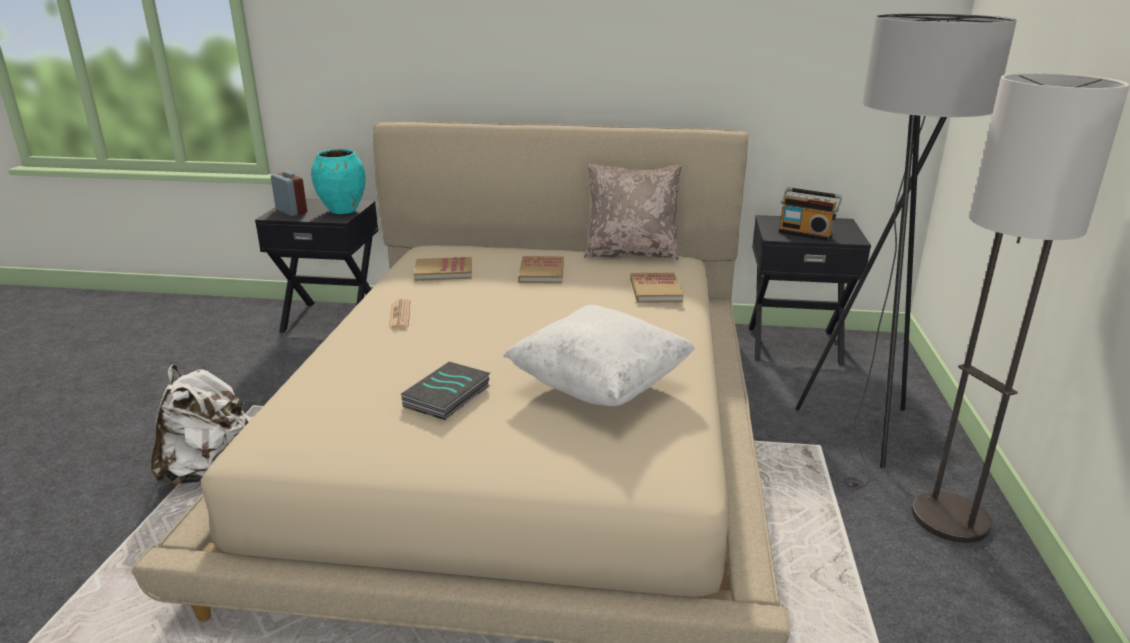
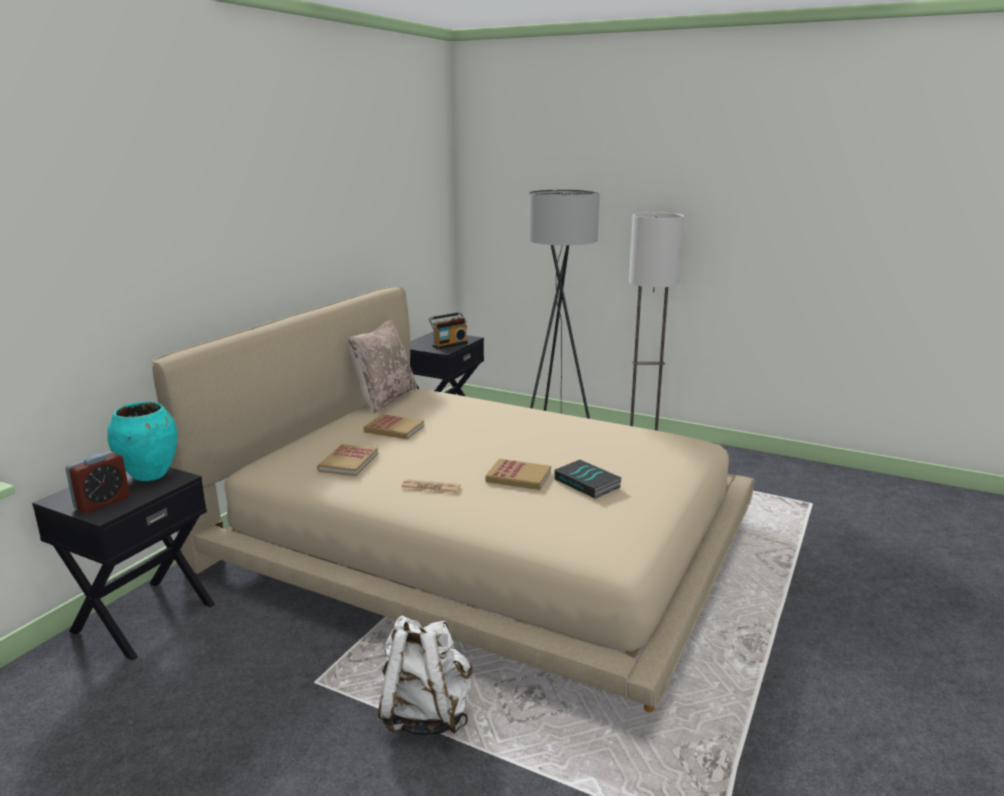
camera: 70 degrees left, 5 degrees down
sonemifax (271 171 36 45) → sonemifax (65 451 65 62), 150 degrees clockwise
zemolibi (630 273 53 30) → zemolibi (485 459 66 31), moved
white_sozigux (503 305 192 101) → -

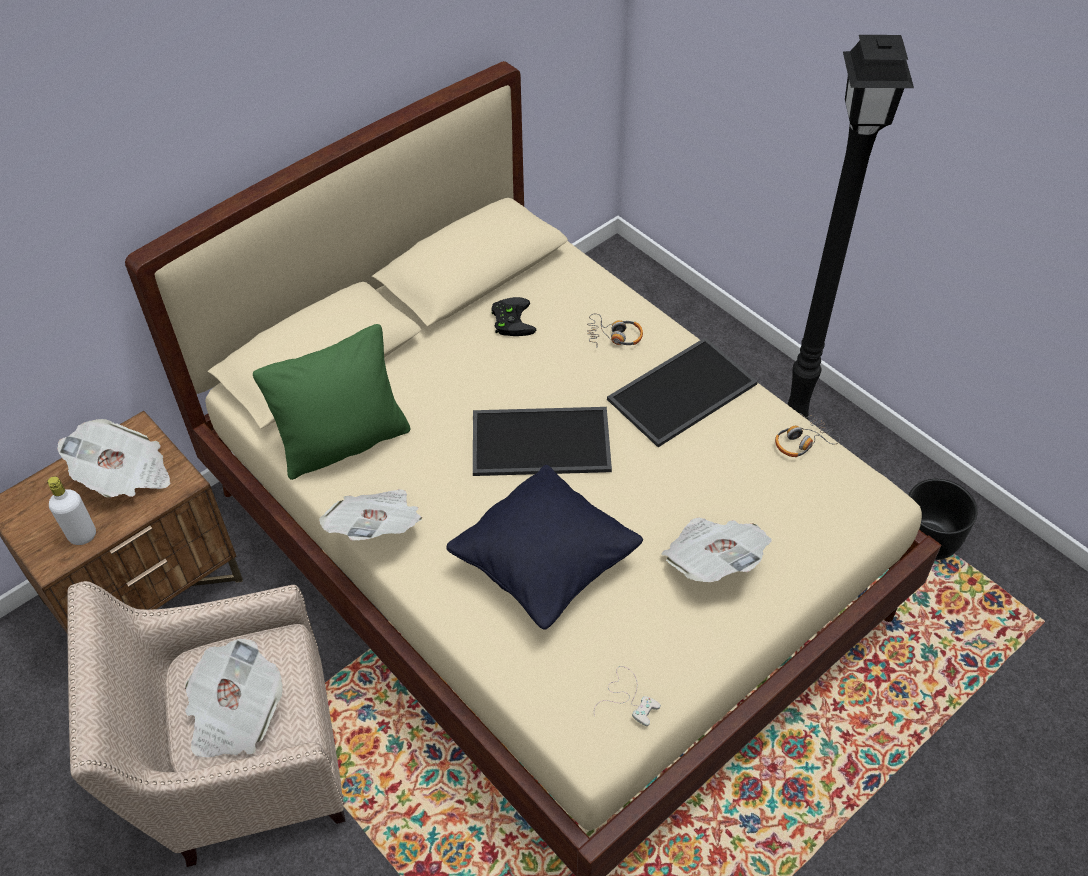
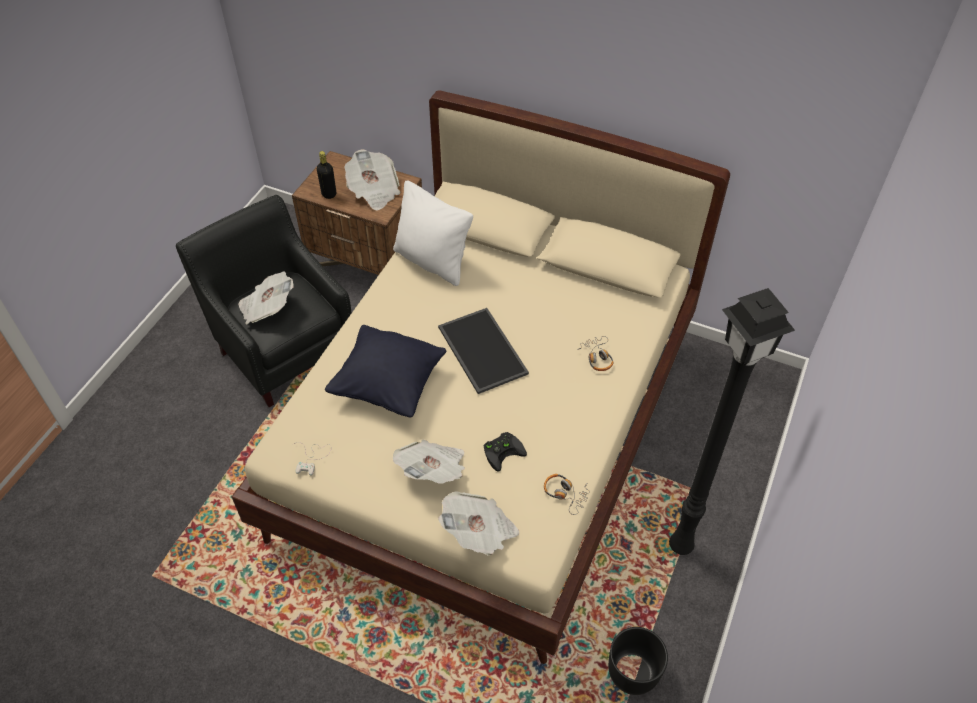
camera: 65 degrees right, 0 degrees up
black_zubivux (491 297 45 39) → black_zubivux (484 432 43 40), moved
green_sozigux (253 324 157 156) → white_sozigux (393 181 80 105)
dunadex (607 337 151 110) → -
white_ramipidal (47 476 49 69) → black_ramipidal (317 151 19 48)
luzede (319 489 103 52) → luzede (438 491 81 64), moved
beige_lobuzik (67 581 278 286) → black_lobuzik (176 195 176 212)

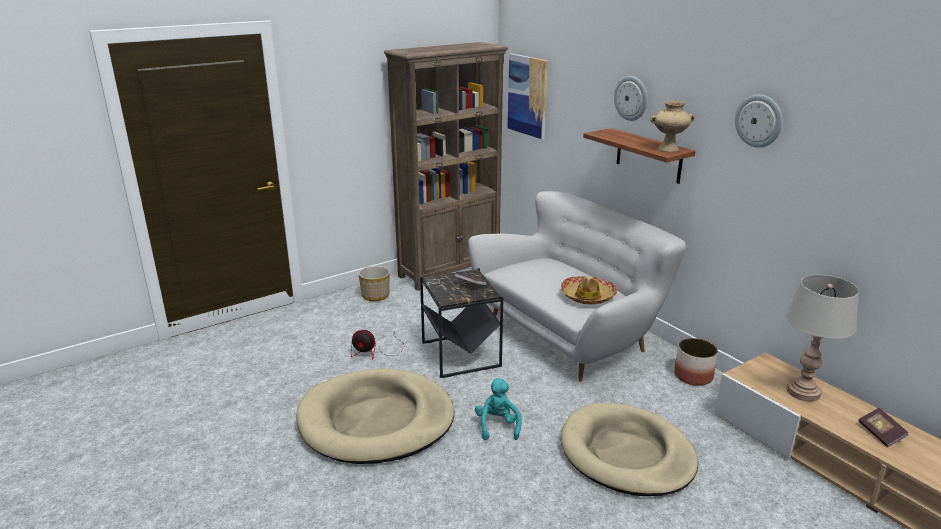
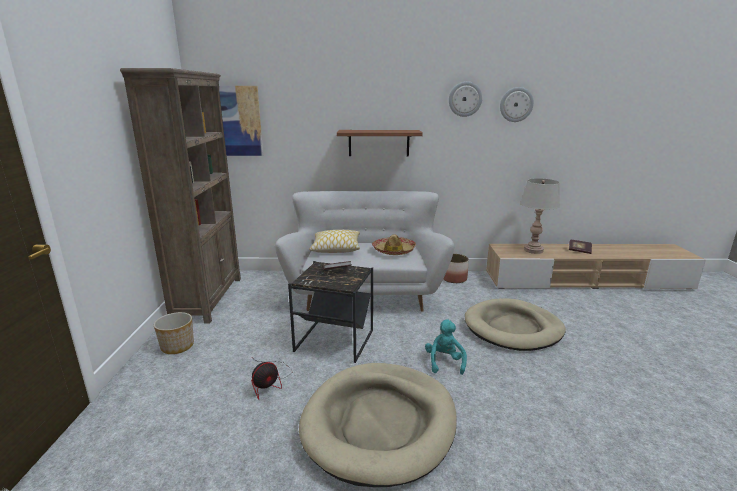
camera: 55 degrees left, 5 degrees down
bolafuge (614 76 33 45) → bolafuge (500 87 34 35), moved
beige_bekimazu (650 101 45 51) → -
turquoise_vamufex (475 378 47 62) → turquoise_vamufex (425 319 42 56), 60 degrees clockwise
- → sozigux (309 230 51 23)

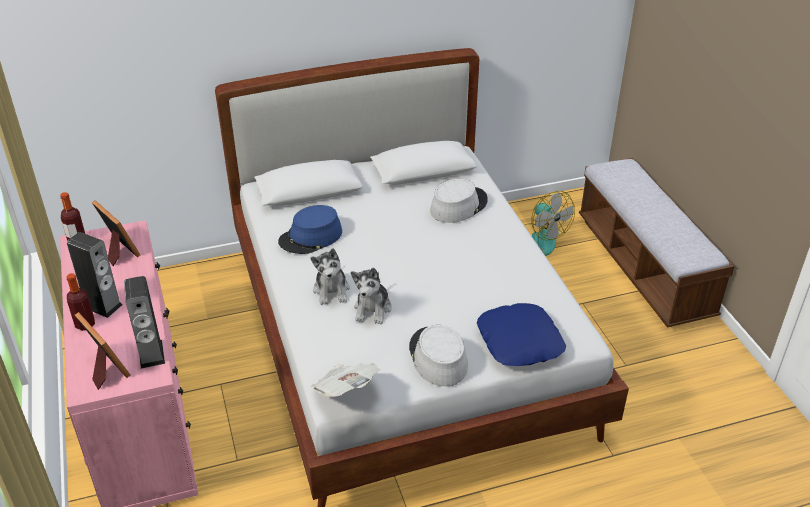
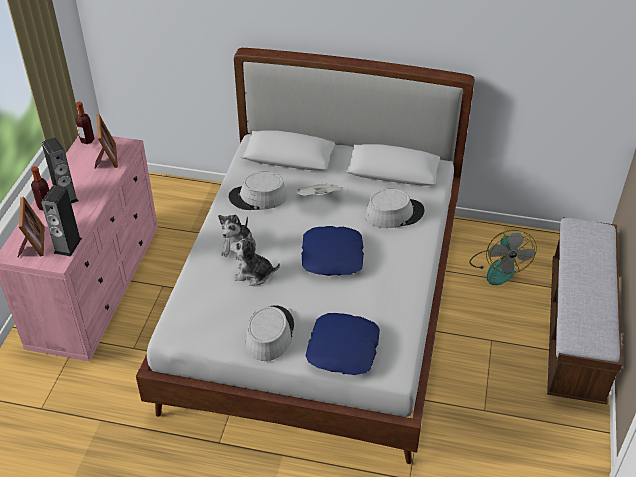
camera: 30 degrees right, 5 degrees up
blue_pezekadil (278 205 64 49) → grey_pezekadil (228 172 60 38)
vamufex (351 267 41 57) → vamufex (230 231 50 55), 60 degrees clockwise
luzede (311 364 69 33) → luzede (296 182 46 14), moved
- → blue_sozigux (301 226 63 50)

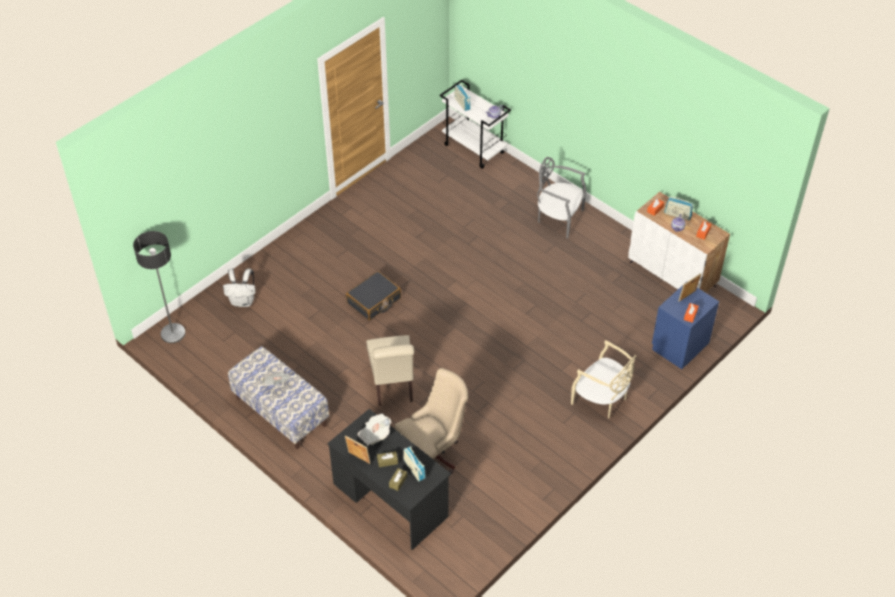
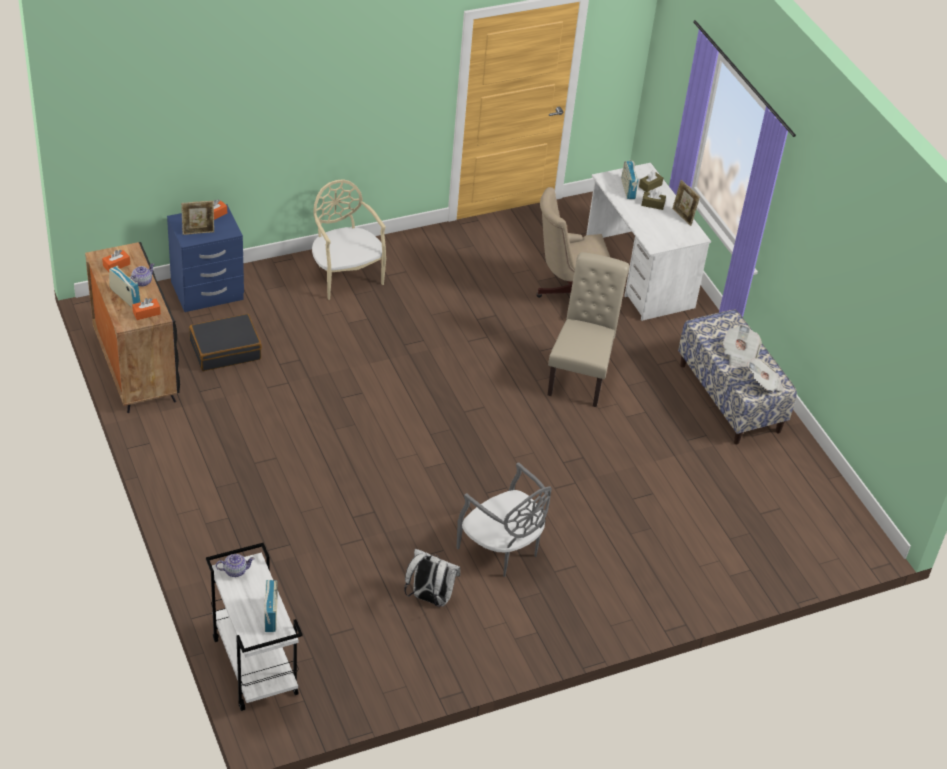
camera: 160 degrees left, 5 degrees down
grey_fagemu (537 157 49 81) → grey_fagemu (456 462 96 115), moved
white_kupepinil (628 192 102 101) → black_kupepinil (85 242 95 171)
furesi (133 231 53 112) → -
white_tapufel (223 269 33 38) → white_tapufel (404 549 56 58), moved
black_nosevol (346 271 55 49) → black_nosevol (189 314 73 57), moved
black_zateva (327 409 124 141) → white_zateva (586 163 125 158)
luzede (358 413 33 33) → luzede (747 358 38 34), moved

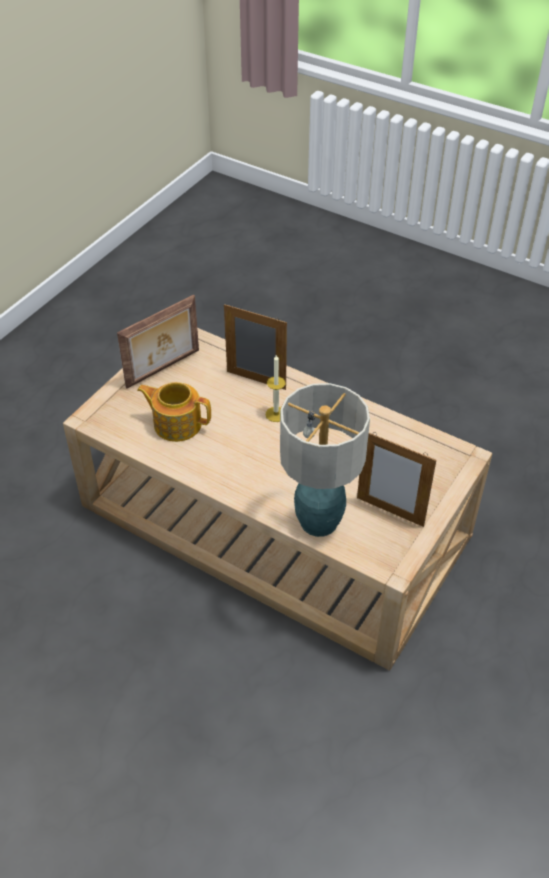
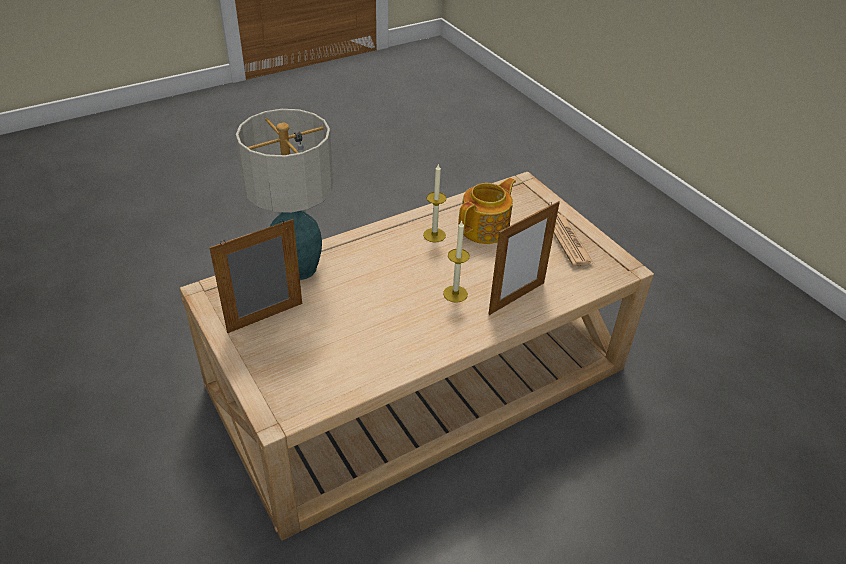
camera: 115 degrees right, 5 degrees down
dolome (117 294 82 95) → luzede (554 214 40 52)
- → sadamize (423 163 24 80)

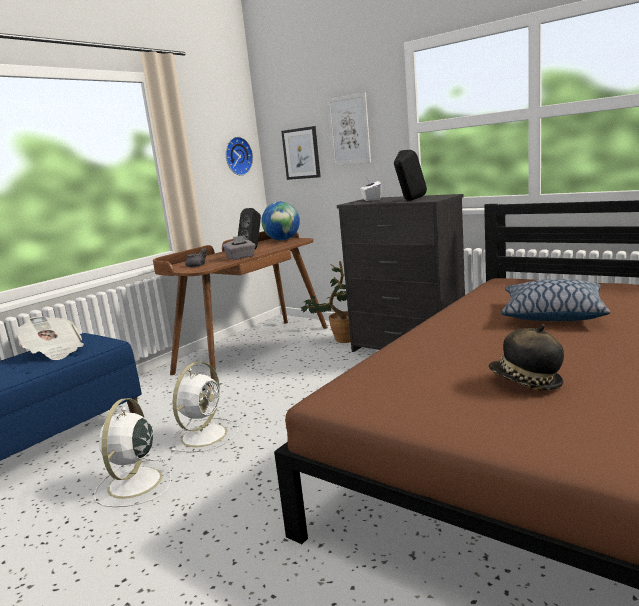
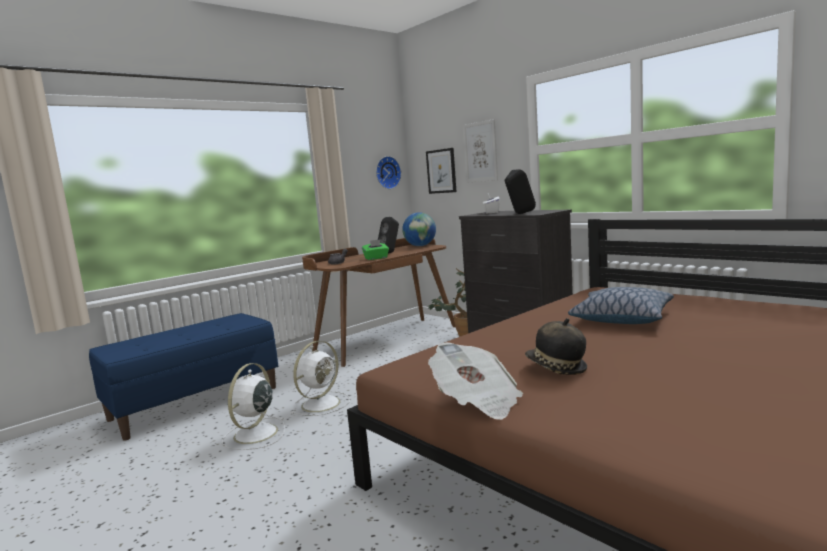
camera: 10 degrees right, 5 degrees down
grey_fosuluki (223 235 33 25) → green_fosuluki (362 239 27 21)
luzede (17 316 67 44) → luzede (428 342 95 78), moved

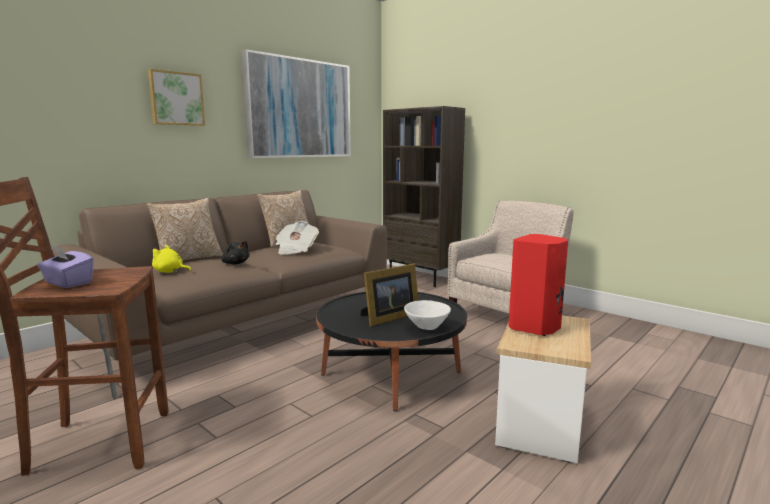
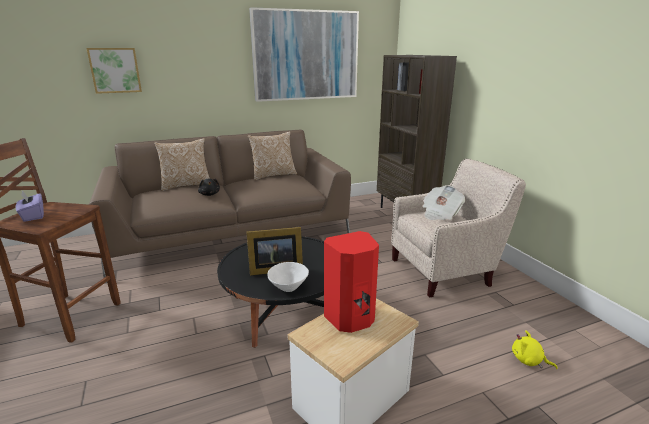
camera: 25 degrees right, 10 degrees up
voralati (148 69 57 57) → voralati (86 48 56 46), moved
luzede (276 221 43 34) → luzede (422 185 43 35), moved
yellow_vamufex (152 245 39 28) → yellow_vamufex (512 330 46 39), moved

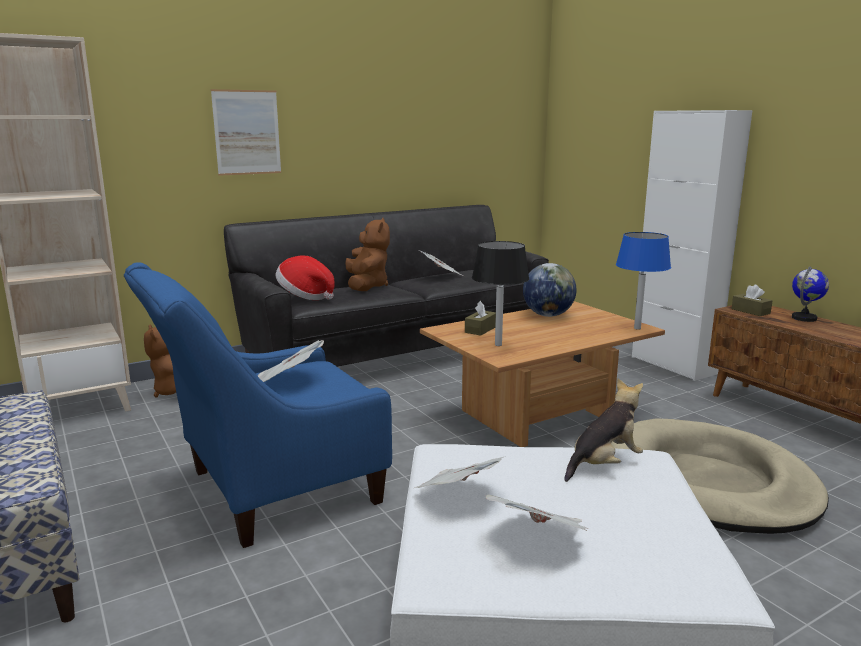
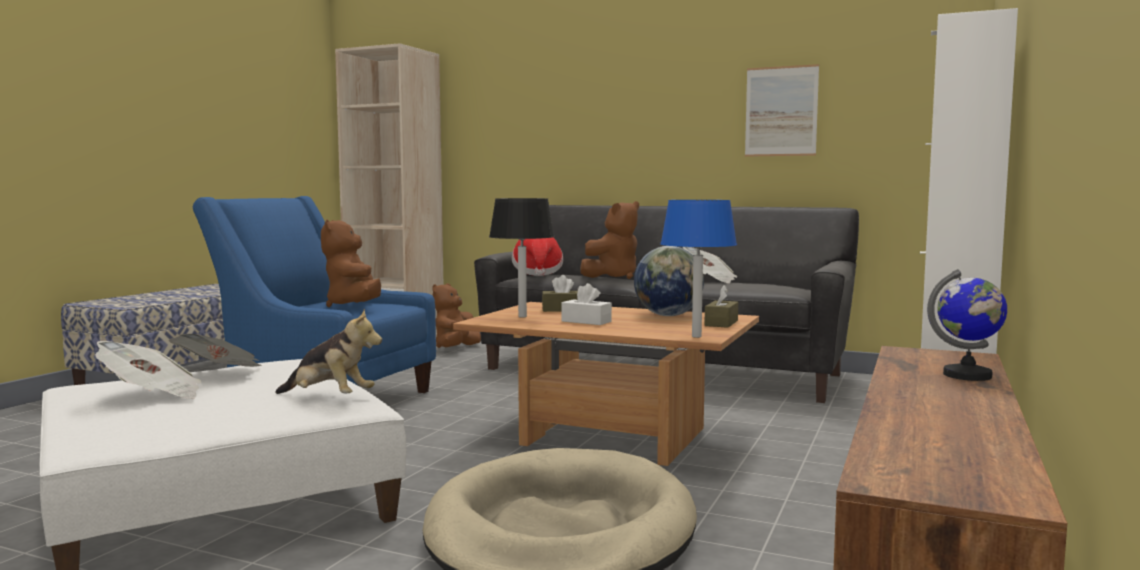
camera: 55 degrees right, 10 degrees down
voralati (211 89 70 87) → voralati (745 64 74 93), moved
brown_fosuluki (731 284 42 32) → brown_fosuluki (704 285 34 43), moved
luzede (258 340 66 42) → brown_vamufex (321 219 60 88)
- → white_fosuluki (561 283 51 42)

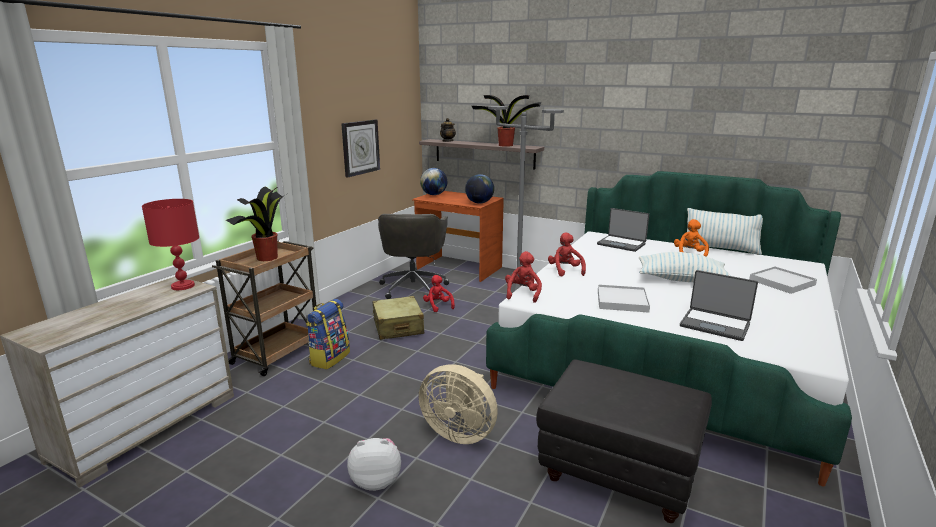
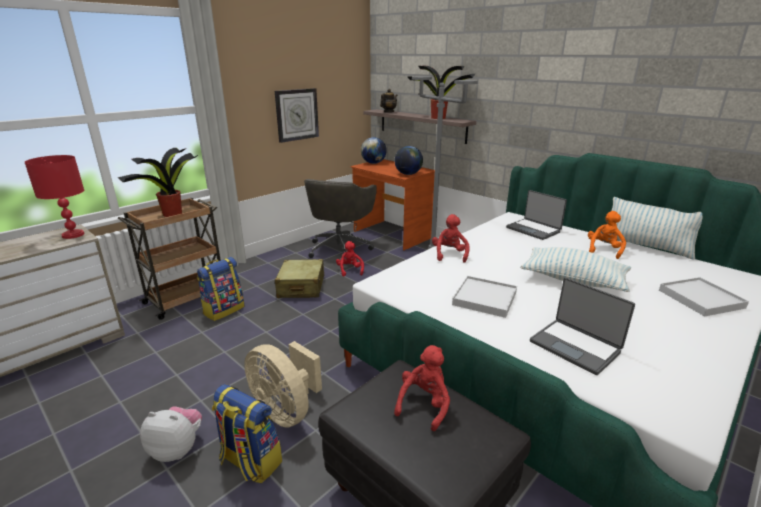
camera: 15 degrees right, 5 degrees up
red_vamufex (505 251 37 52) → red_vamufex (394 345 56 86), moved
- → tapufel (212 384 70 99)

